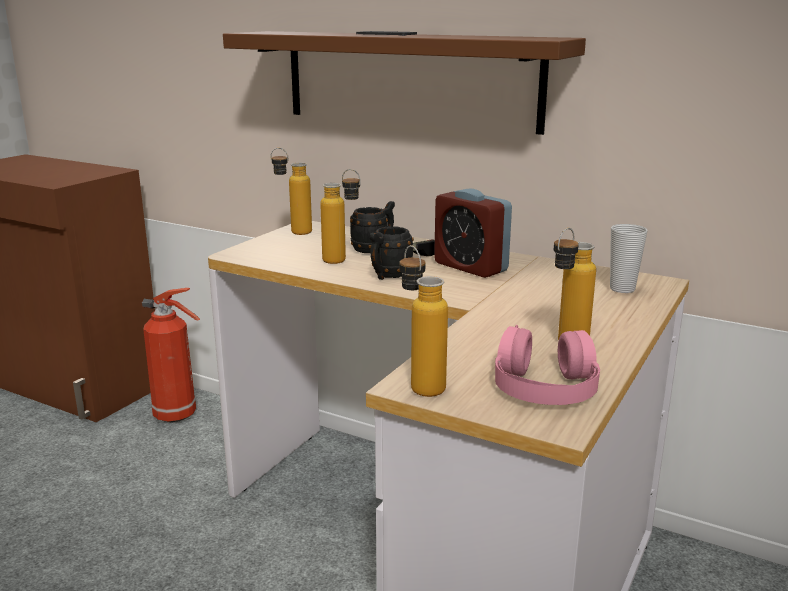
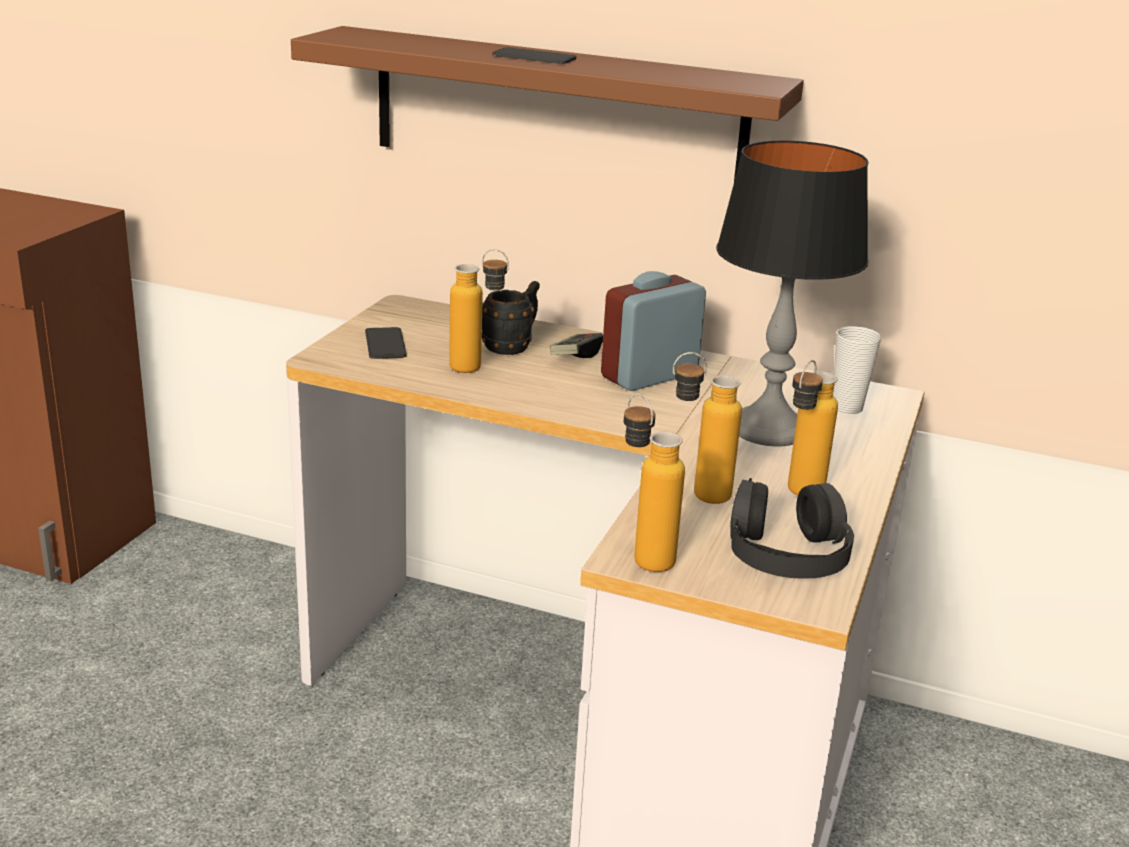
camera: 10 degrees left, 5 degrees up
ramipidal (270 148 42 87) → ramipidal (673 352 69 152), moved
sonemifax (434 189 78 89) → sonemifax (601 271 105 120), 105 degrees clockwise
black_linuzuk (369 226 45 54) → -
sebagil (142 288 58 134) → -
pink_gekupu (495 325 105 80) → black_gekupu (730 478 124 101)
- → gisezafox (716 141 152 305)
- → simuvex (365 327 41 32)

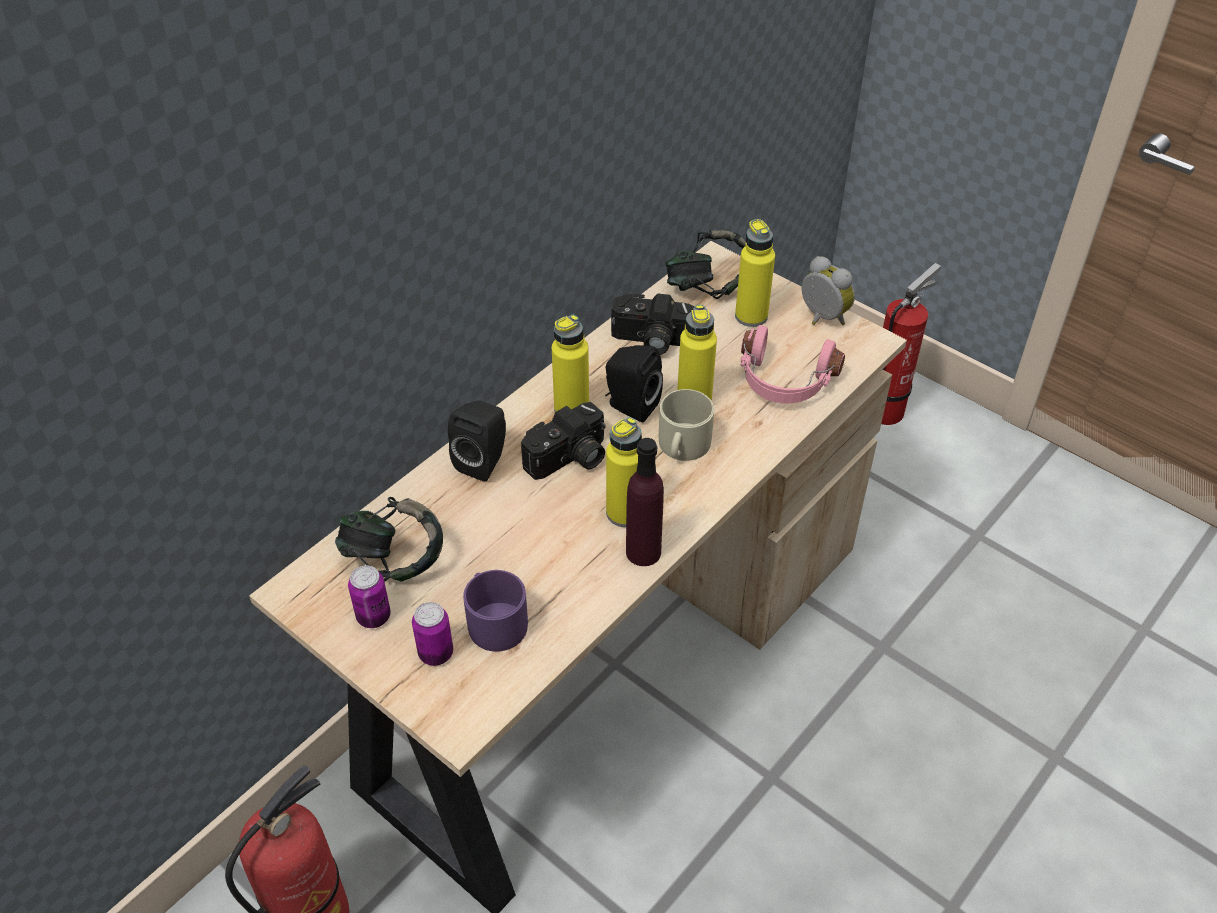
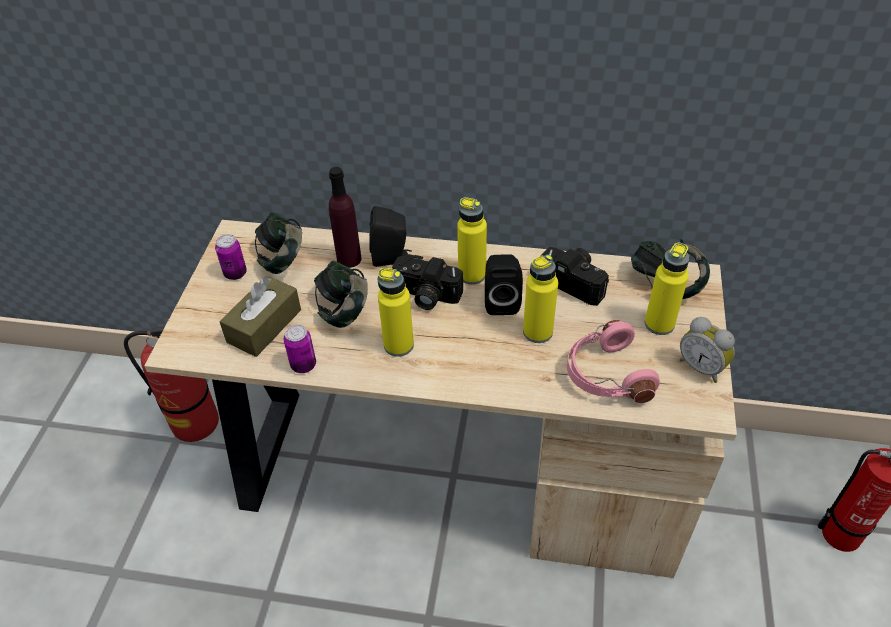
camera: 60 degrees right, 0 degrees up
sonemifax (802 256 53 69) → sonemifax (680 317 55 66), 120 degrees clockwise
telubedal (611 293 83 62) → telubedal (542 247 67 59), 150 degrees clockwise
beige_linuzuk (659 389 55 72) → -
purple_ramipidal (626 438 38 128) → purple_ramipidal (329 167 33 101), moved
purple_linuzuk (463 570 65 82) → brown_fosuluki (219 276 82 81)
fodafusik (412 602 41 64) → fodafusik (284 325 32 48), moved
- → gekupu (314 261 54 67)

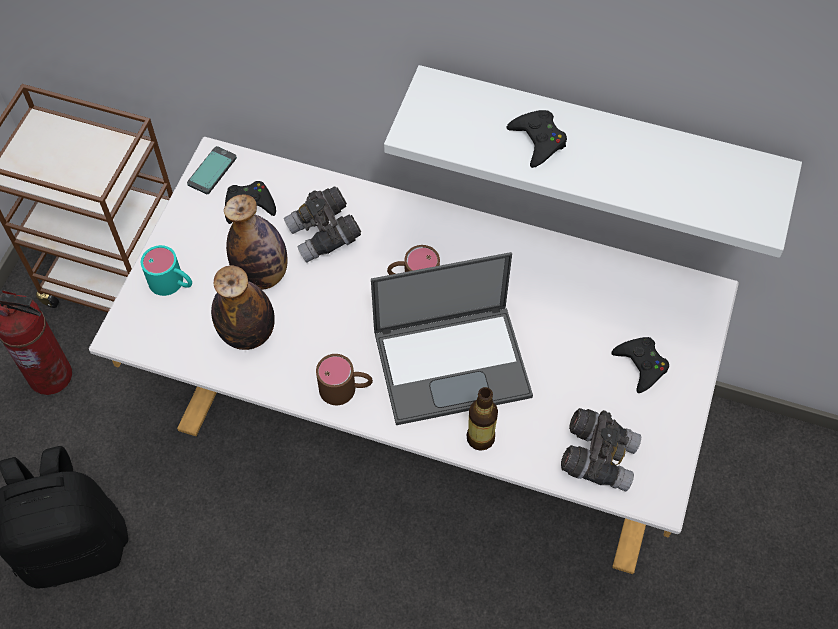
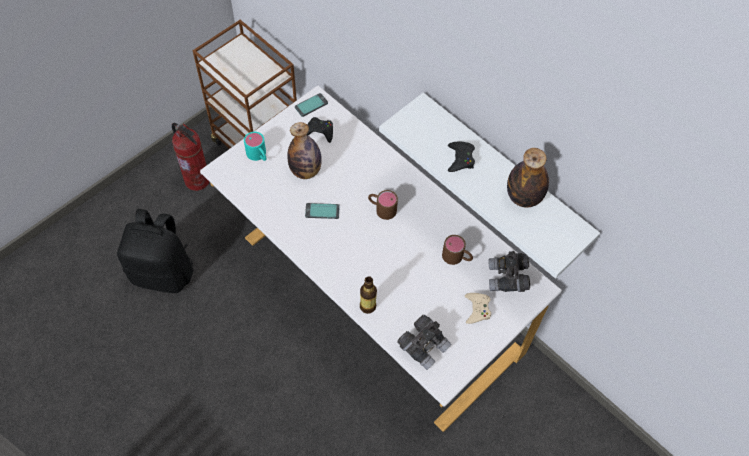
camera: 25 degrees right, 0 degrees up
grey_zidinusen (284 186 77 77) → grey_zidinusen (488 251 42 41), moved
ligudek (371 252 162 173) → -
ramipidal (211 266 64 84) → ramipidal (507 148 42 60), moved
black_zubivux (611 337 58 56) → beige_zubivux (465 293 26 31)
brown_linuzuk (316 354 57 51) → brown_linuzuk (442 235 31 30), moved
- → simuvex (305 203 35 16)

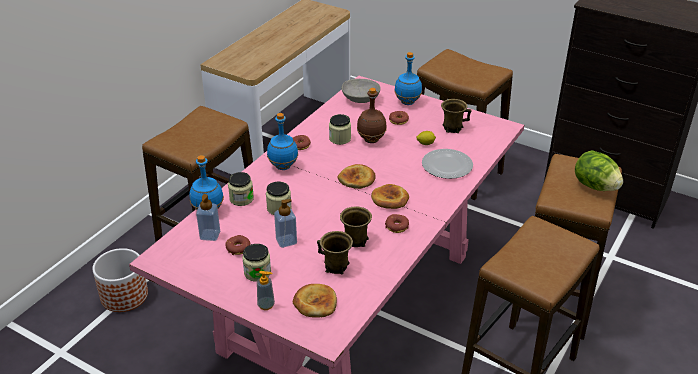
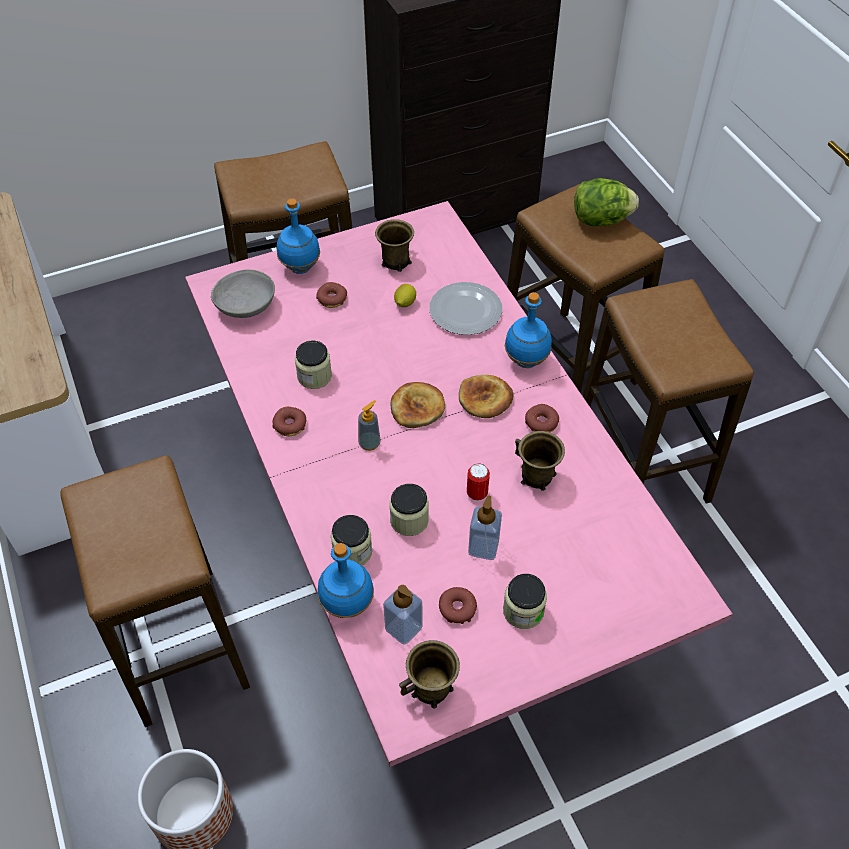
camera: 55 degrees left, 15 degrees up
brown_ramipidal (357 88 30 55) → -
blue_ramipidal (267 113 31 57) → blue_ramipidal (505 292 47 76), moved
brown_linuzuk (317 231 36 43) → brown_linuzuk (399 640 61 68), moved
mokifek (257 271 18 39) → mokifek (358 400 23 51), moved
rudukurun (293 284 44 34) → -
- → fodafusik (467 463 23 38)

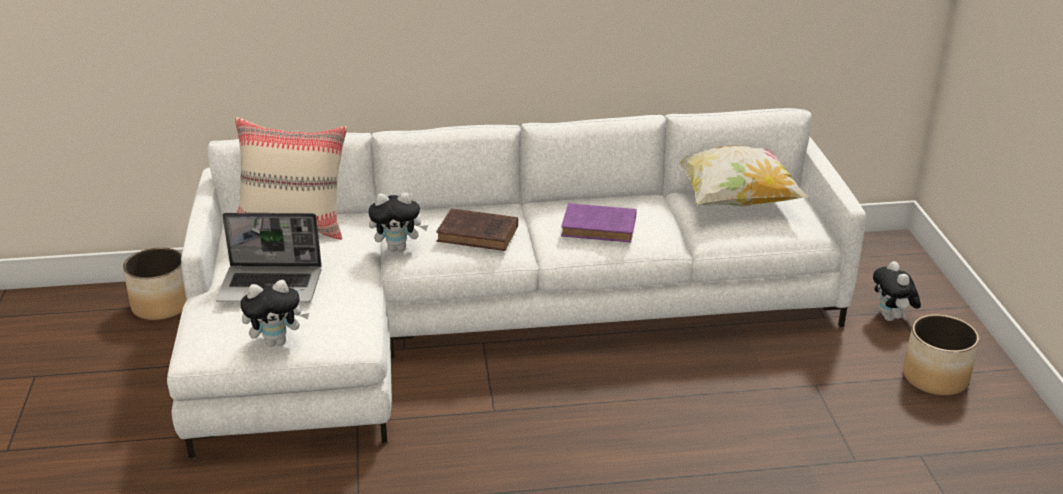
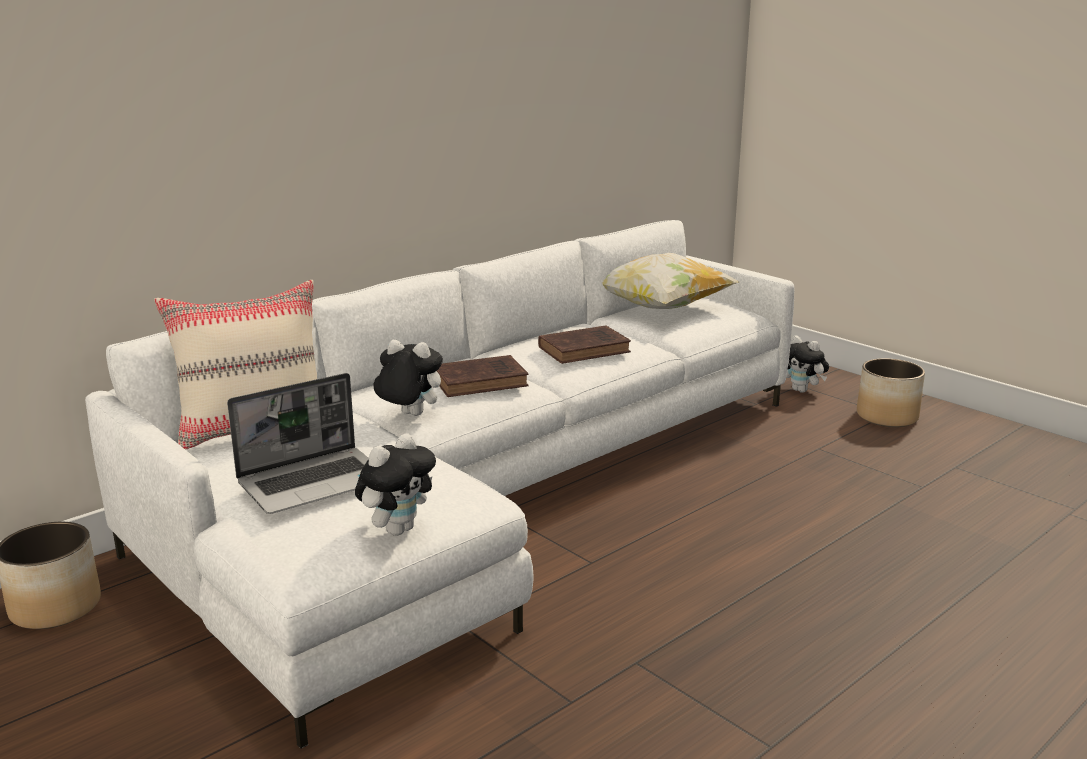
camera: 35 degrees left, 10 degrees down
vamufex (368 192 60 60) → vamufex (374 340 69 76), 120 degrees counterclockwise
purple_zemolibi (561 203 76 40) → brown_zemolibi (538 325 93 39)

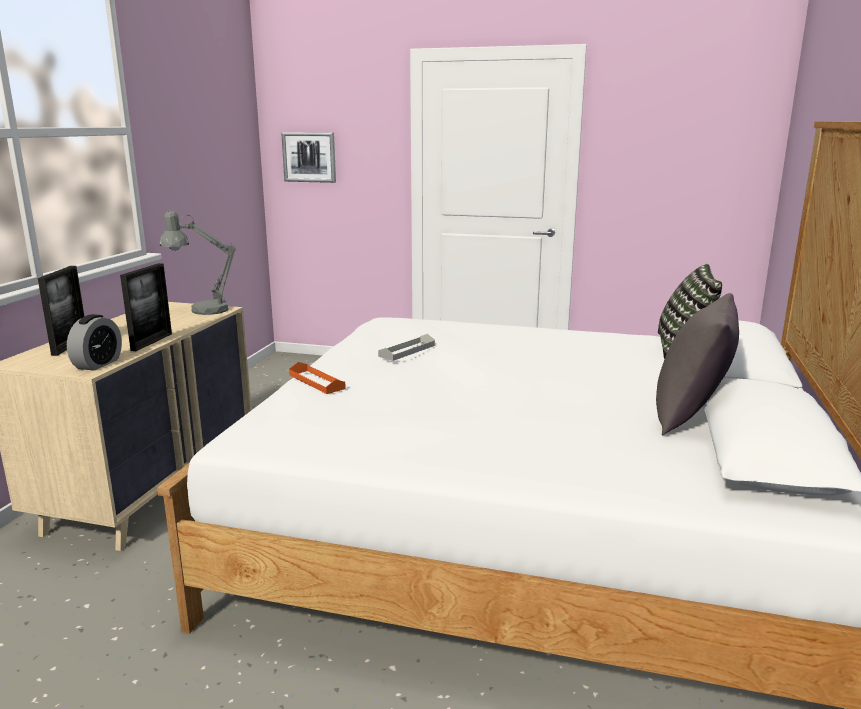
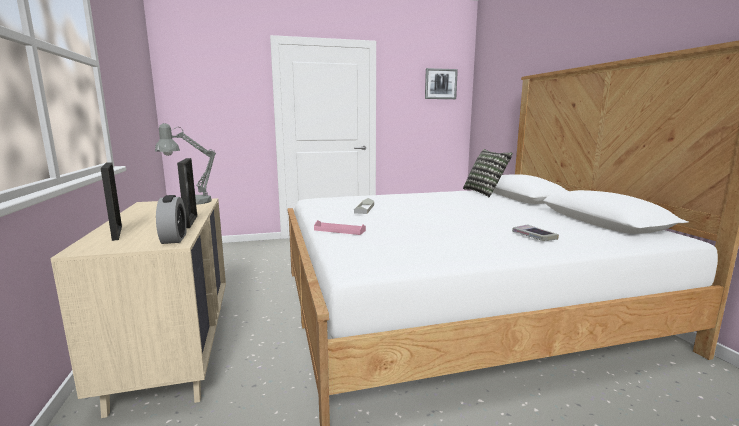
camera: 30 degrees left, 5 degrees down
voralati (281 132 55 51) → voralati (425 68 33 31), moved
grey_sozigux (656 293 83 143) → -
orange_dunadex (289 362 57 32) → pink_dunadex (314 220 52 15)
- → zemolibi (512 224 47 17)

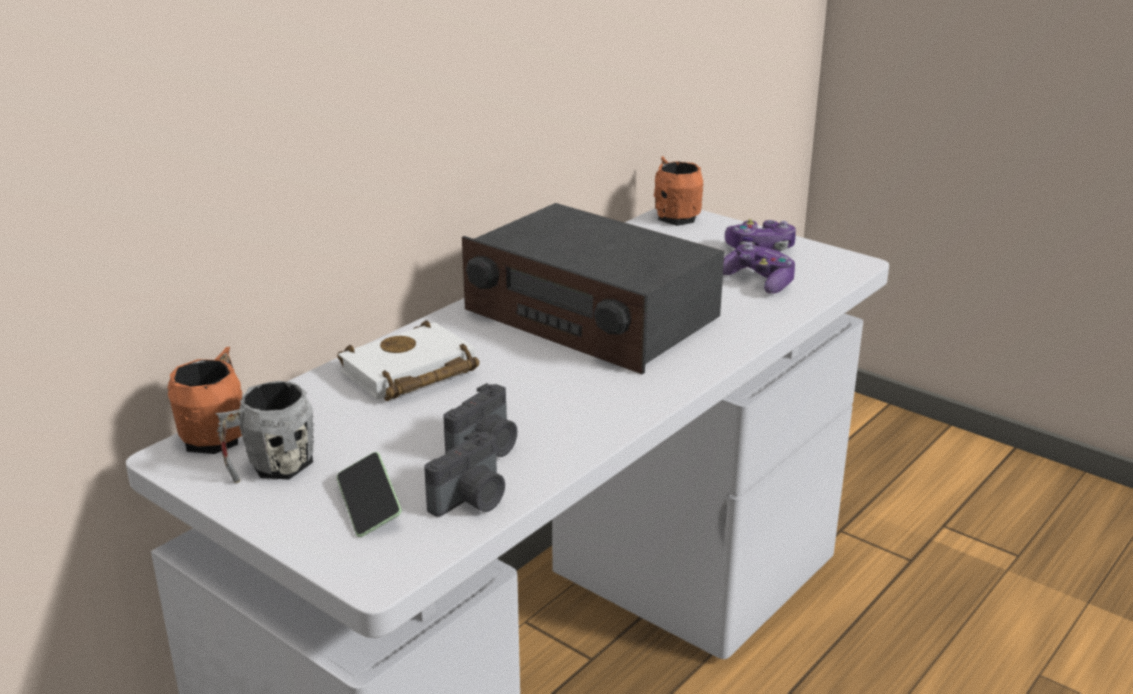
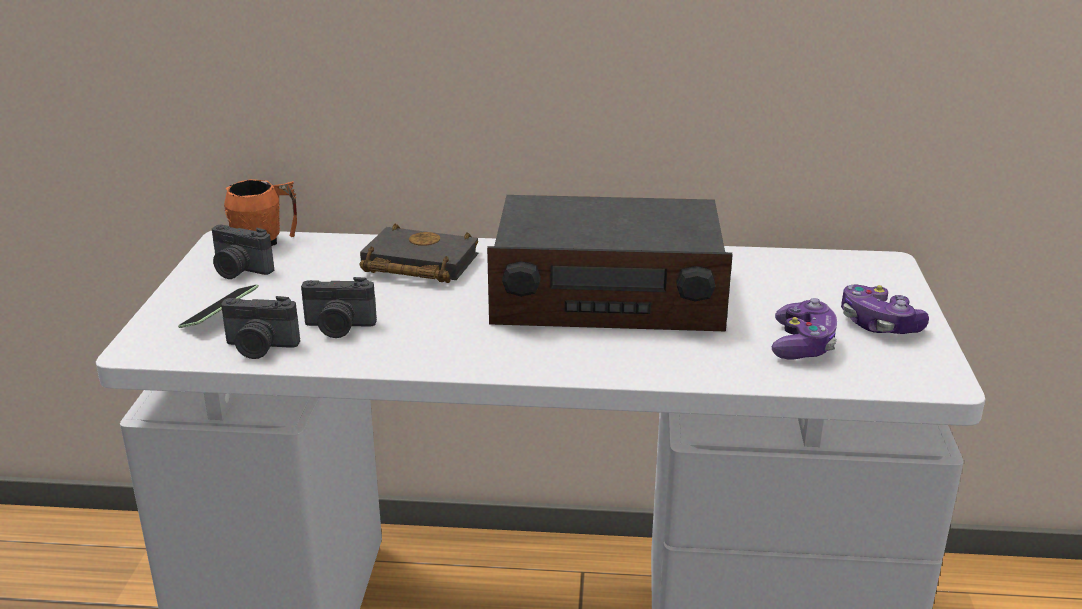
camera: 55 degrees right, 0 degrees up
orange_linuzuk (654 156 50 70) → -
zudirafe (462 203 262 171) → zudirafe (487 195 246 137), 90 degrees counterclockwise
white_zemolibi (337 320 143 81) → black_zemolibi (360 223 119 60)
grey_linuzuk (215 381 99 102) → telubedal (212 225 62 54)

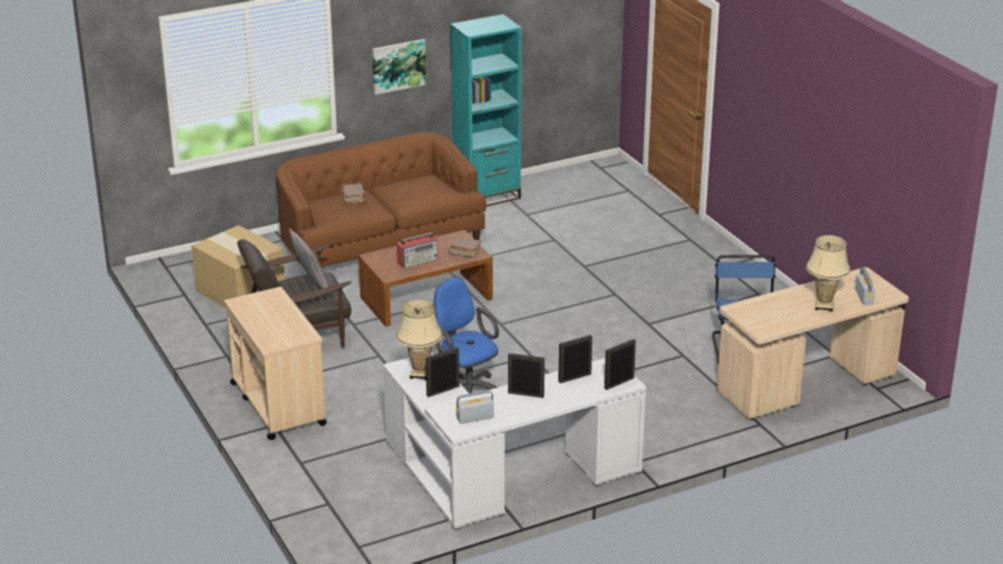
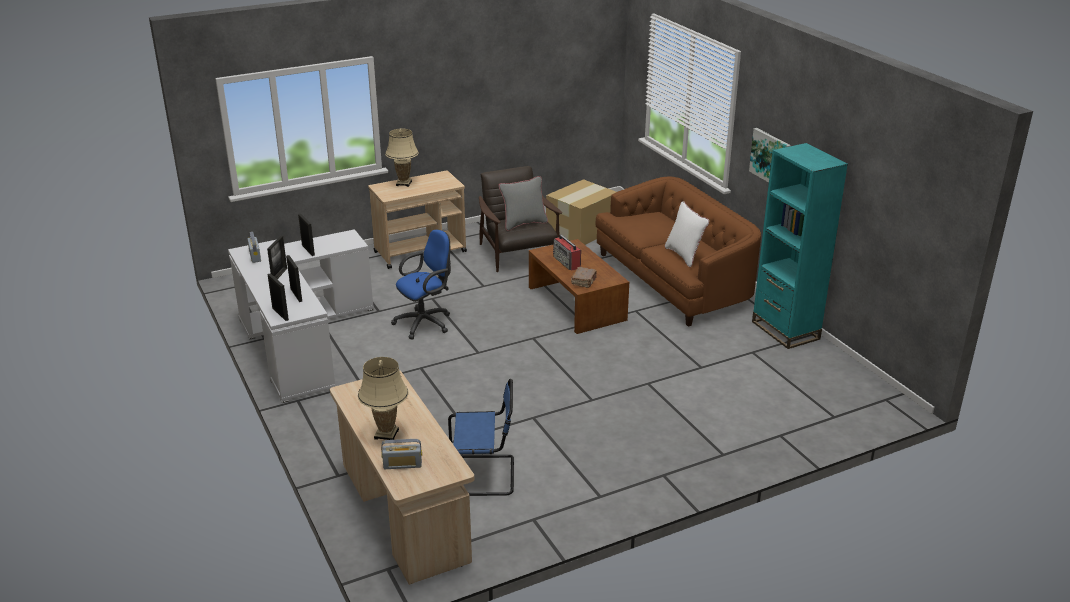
camera: 90 degrees right, 0 degrees up
brown_zemolibi (341 183 25 21) → -
beige_gisezafox (396 300 47 80) → beige_gisezafox (385 129 34 58), moved
- → white_sozigux (665 201 44 66)

